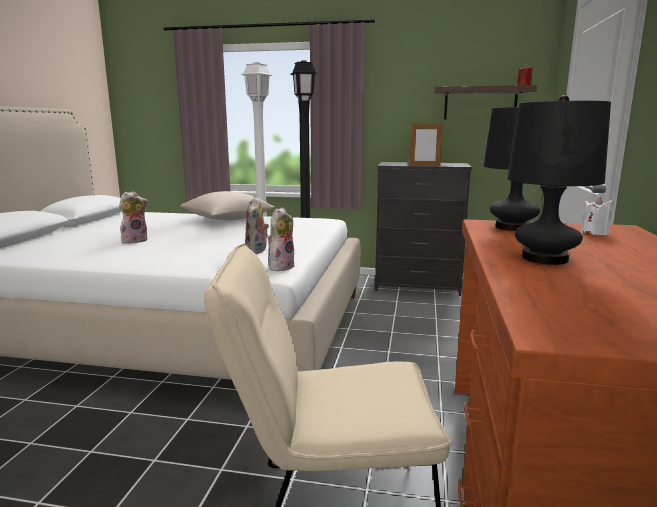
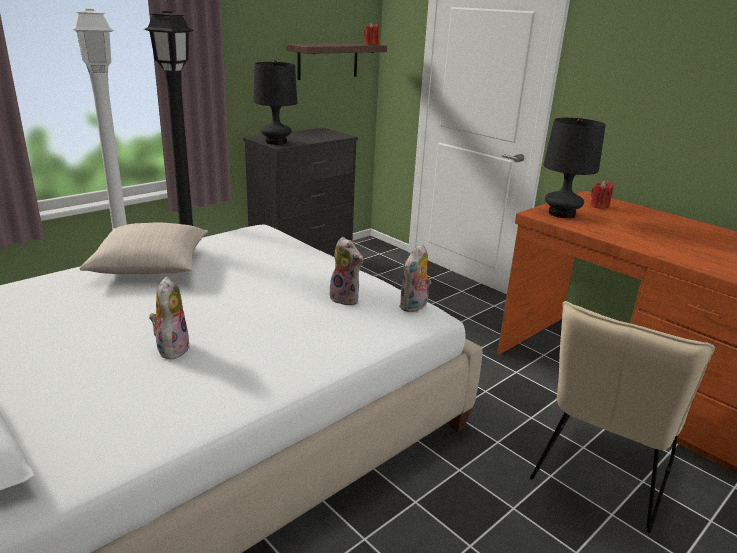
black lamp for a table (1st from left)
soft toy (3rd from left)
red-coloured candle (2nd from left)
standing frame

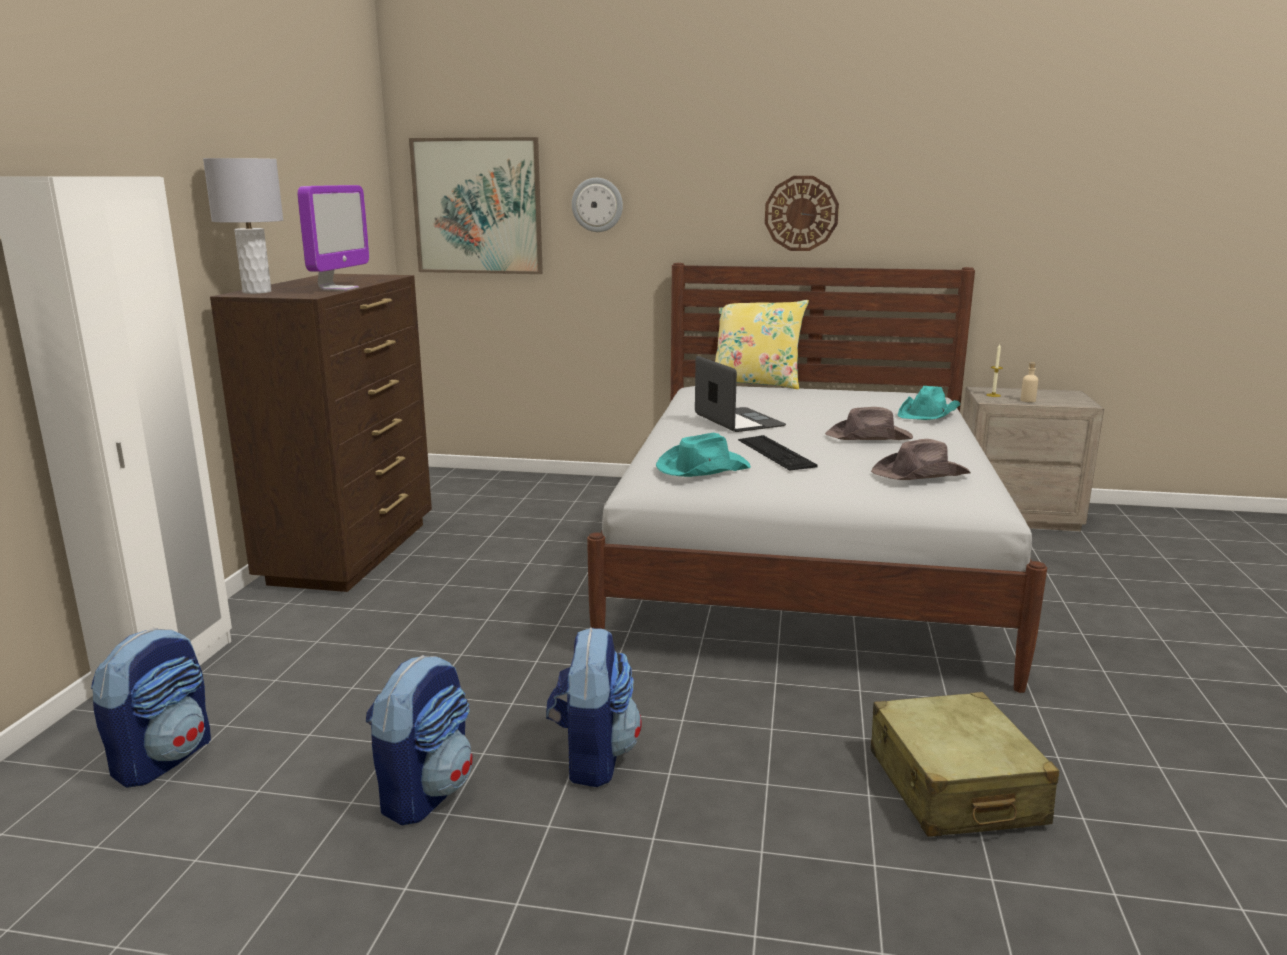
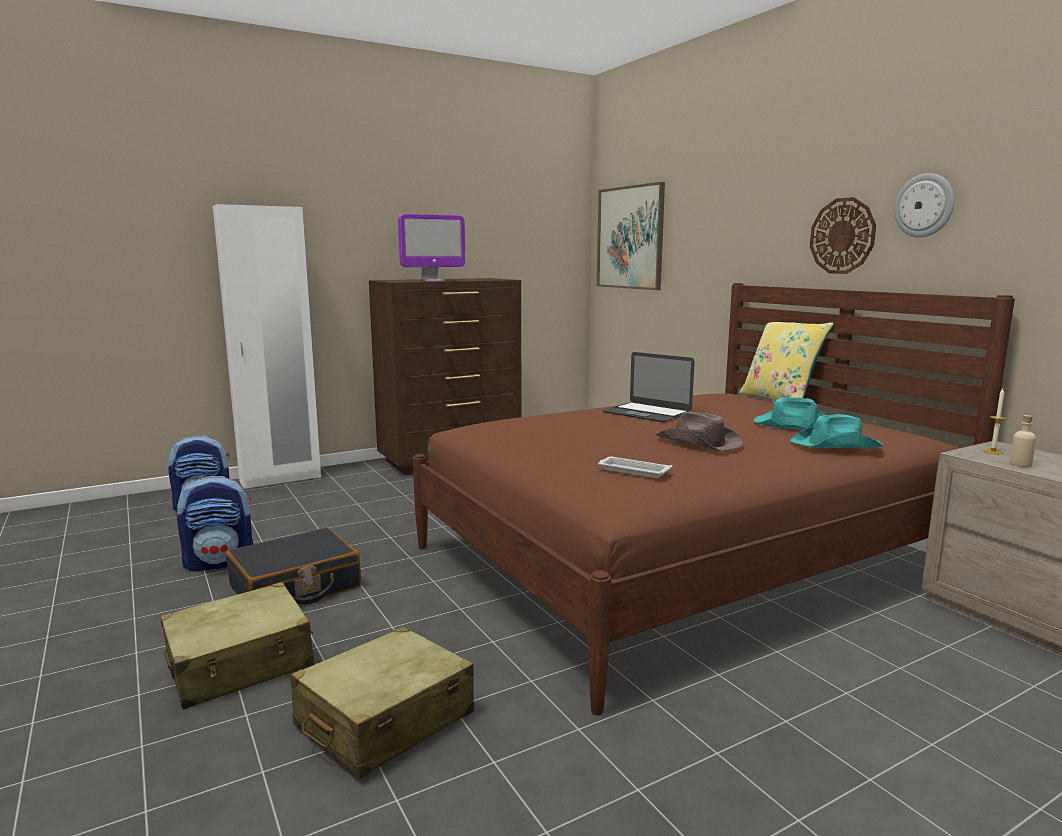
sand-coloured travel case (1st from left)
black travel case
brown-coloured bedroom bed
white-coloured carrying tray
notebook computer
turquoise-coloured wearable hat (1st from left)
wall clock (2nd from left)
gray lamp for a table
PC keyboard

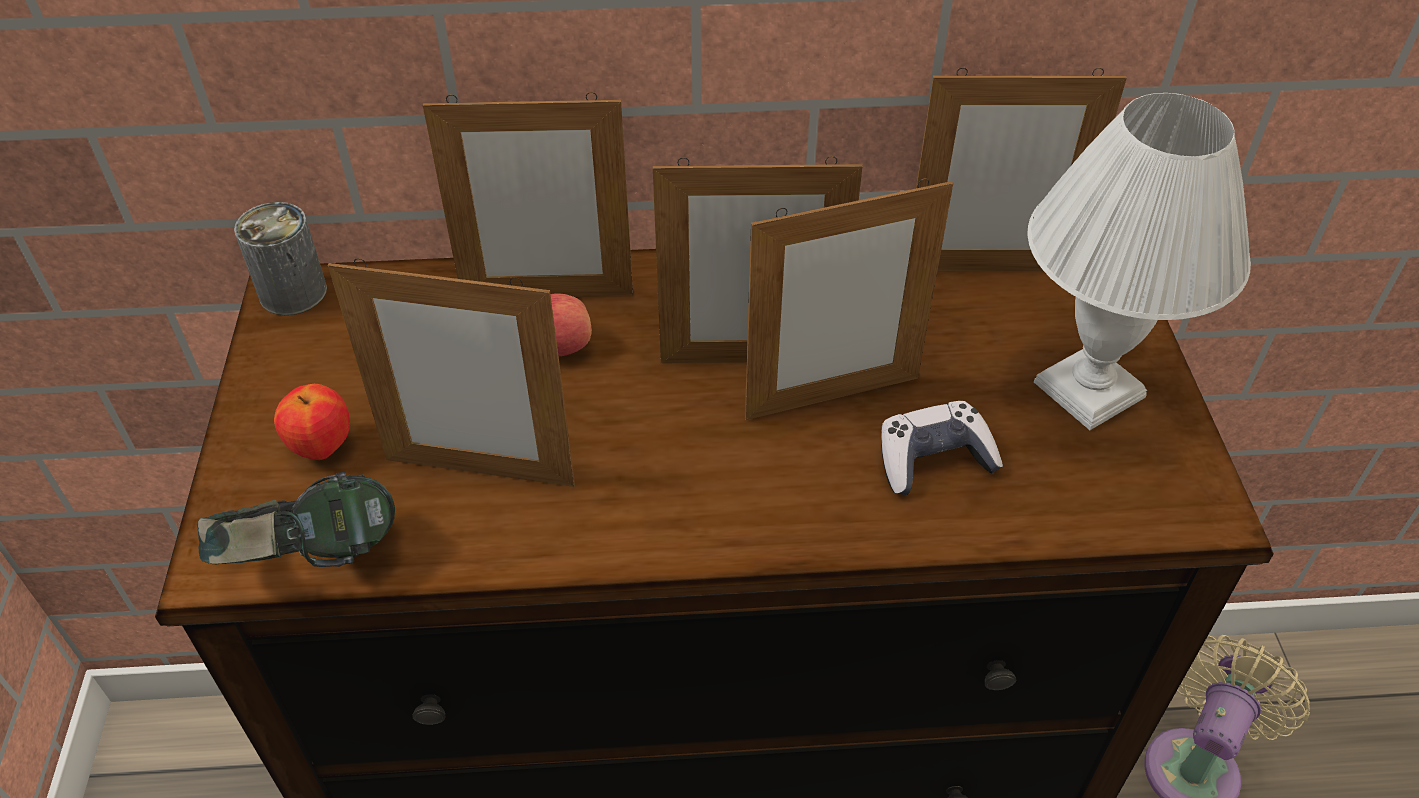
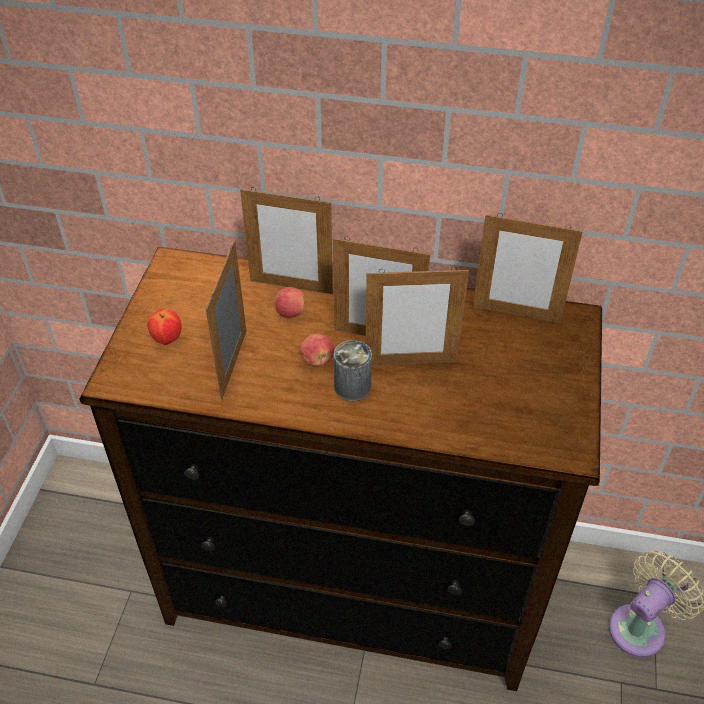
standing frame (1st from left)
apple fruit (3rd from left)
sealed can
pair of headphones
joypad
white-coloured lamp for a table

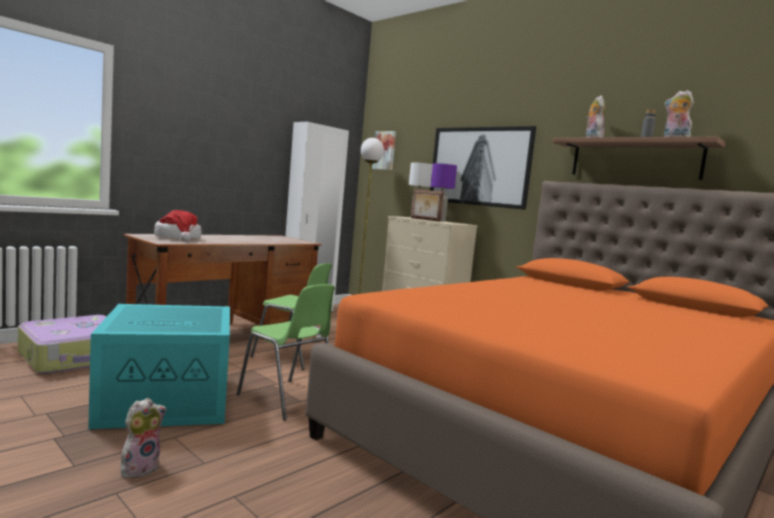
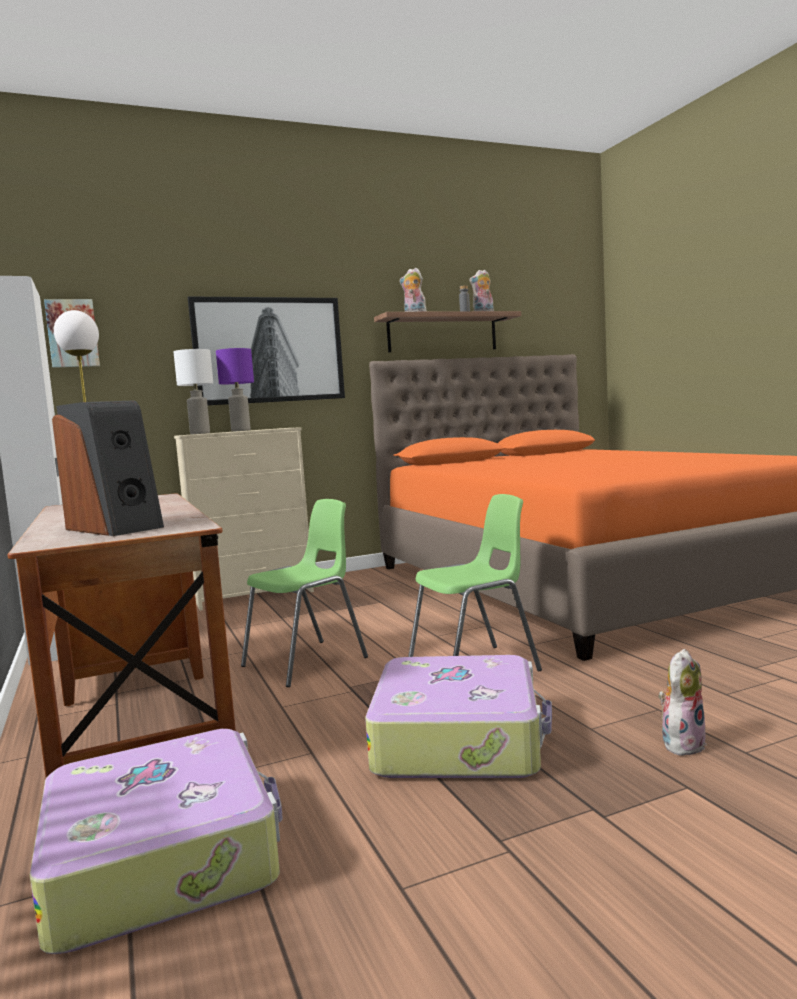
speaker
travel case (2nd from left)
soft toy (3rd from left)
standing frame

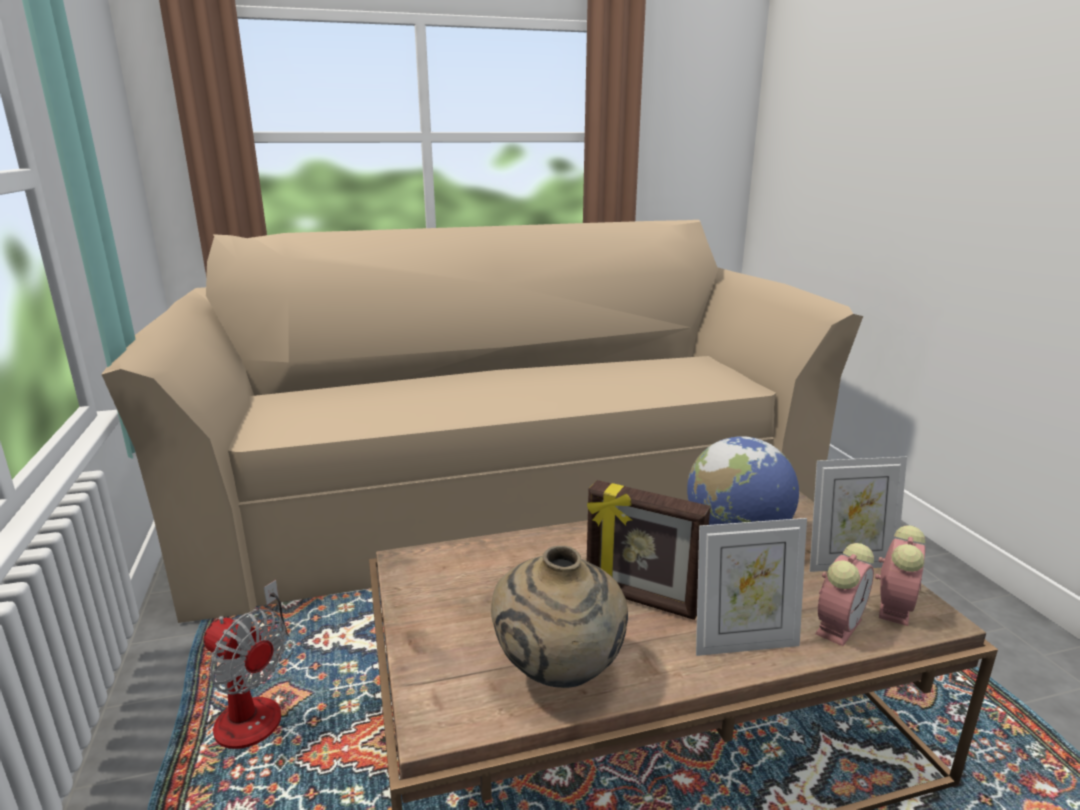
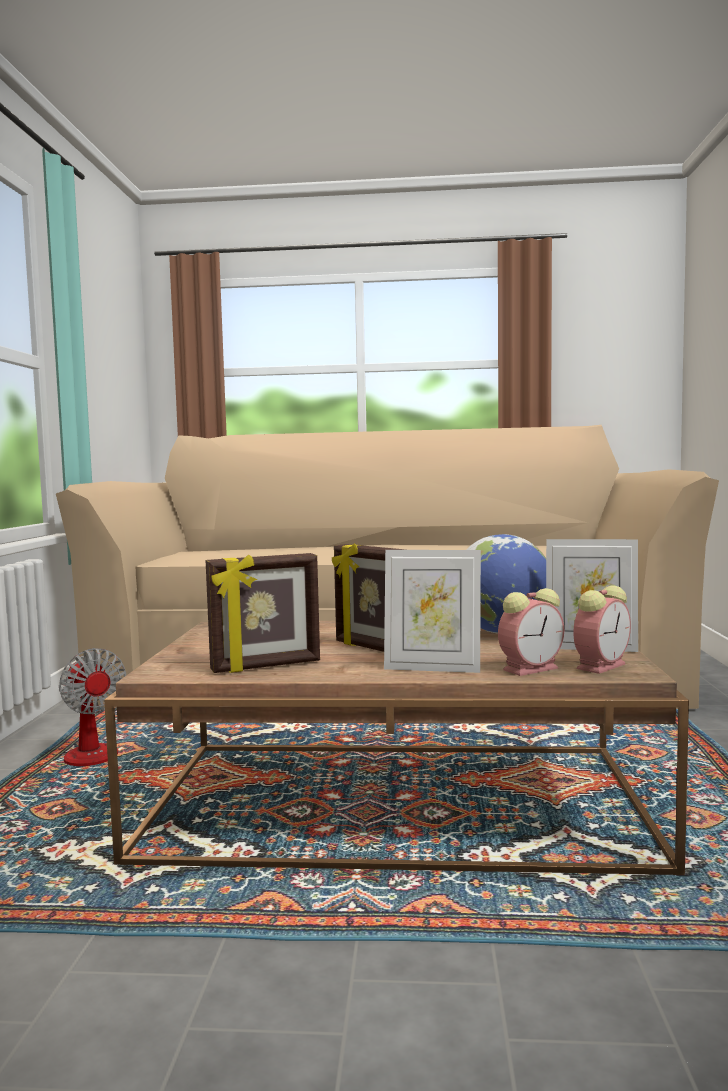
standing frame (1st from left)

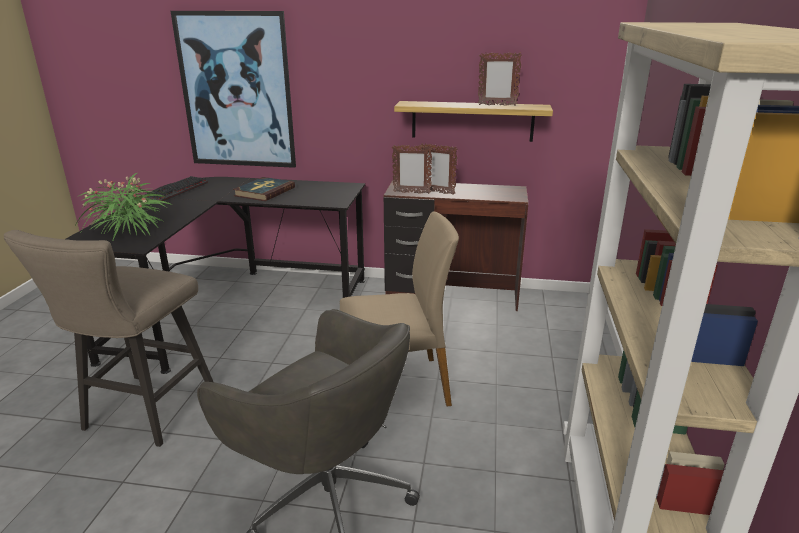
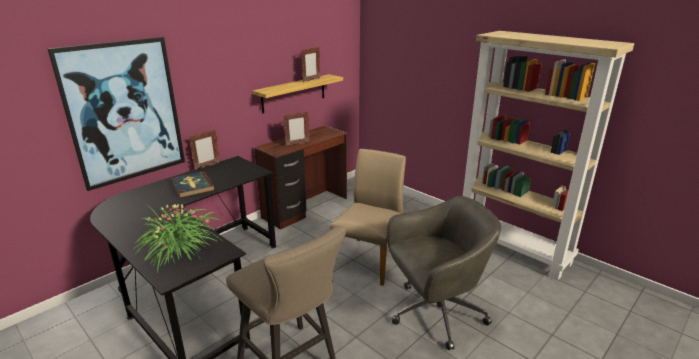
standing frame (1st from left)
PC keyboard

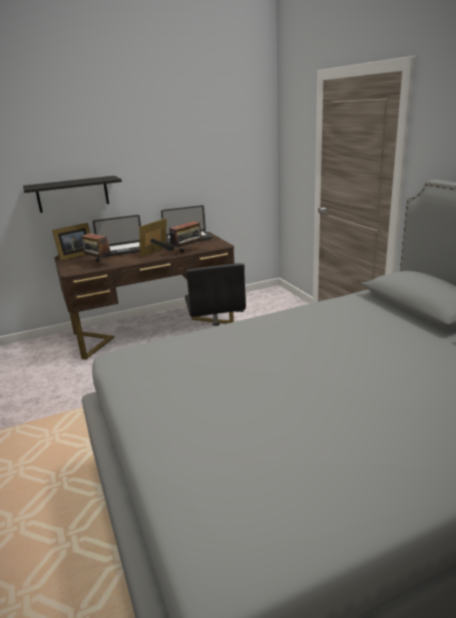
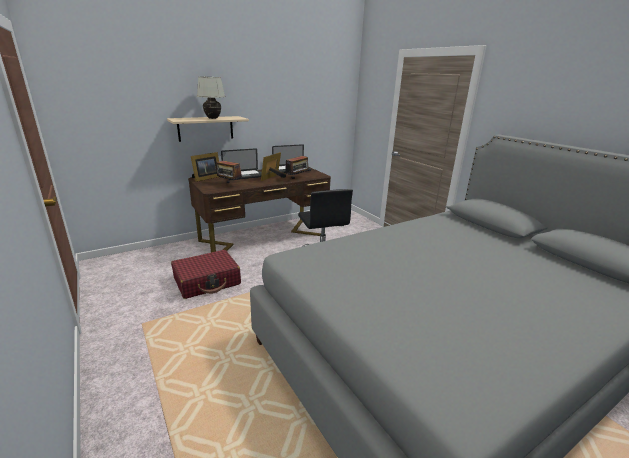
sand-coloured wall shelf
red-coloured travel case
white-coloured lamp for a table

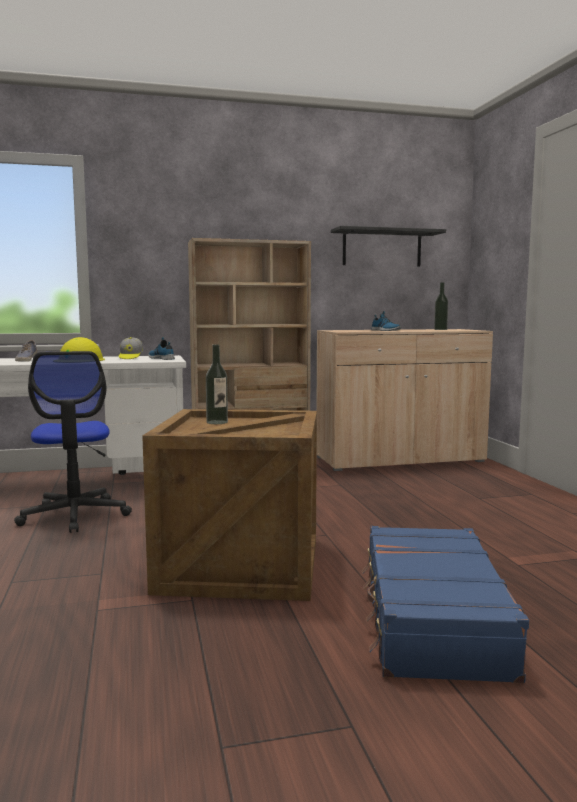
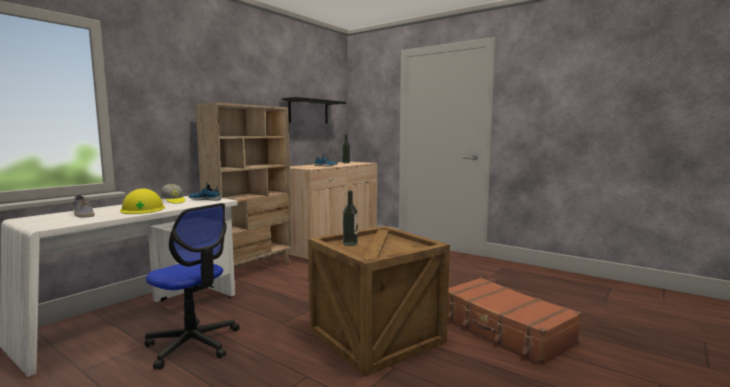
brown-coloured travel case

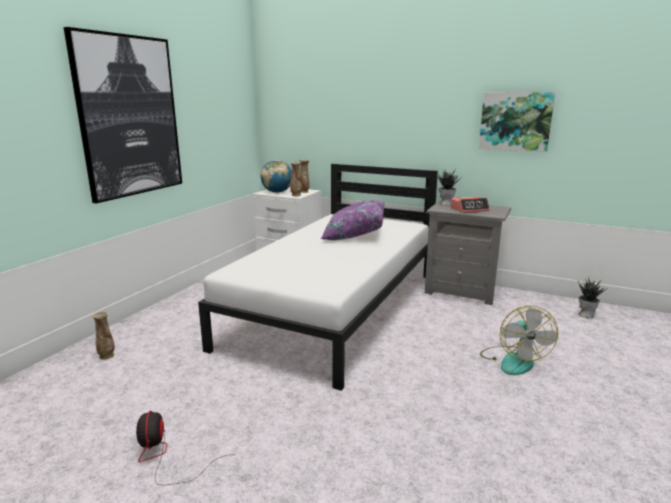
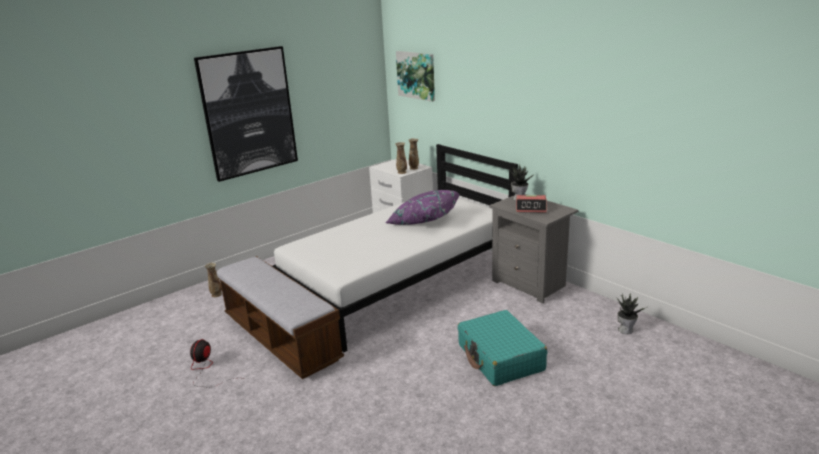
indoor bench
wall picture (2nd from left)
turquoise-coloured travel case
world globe

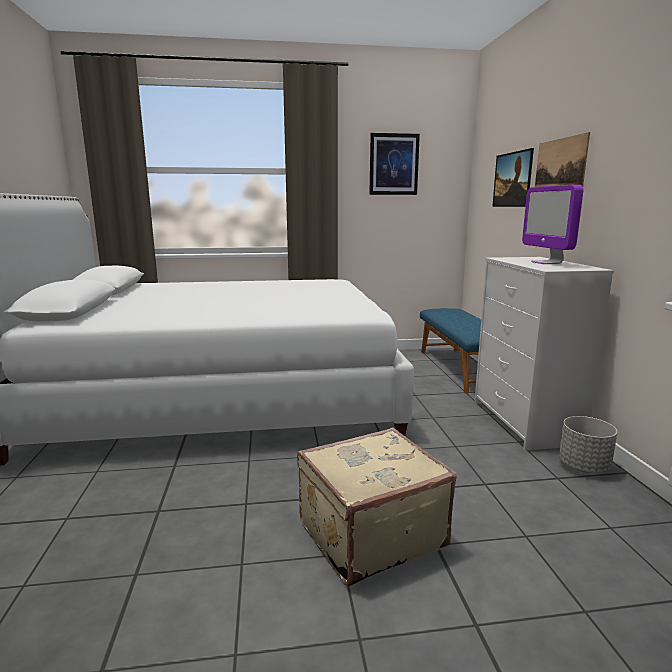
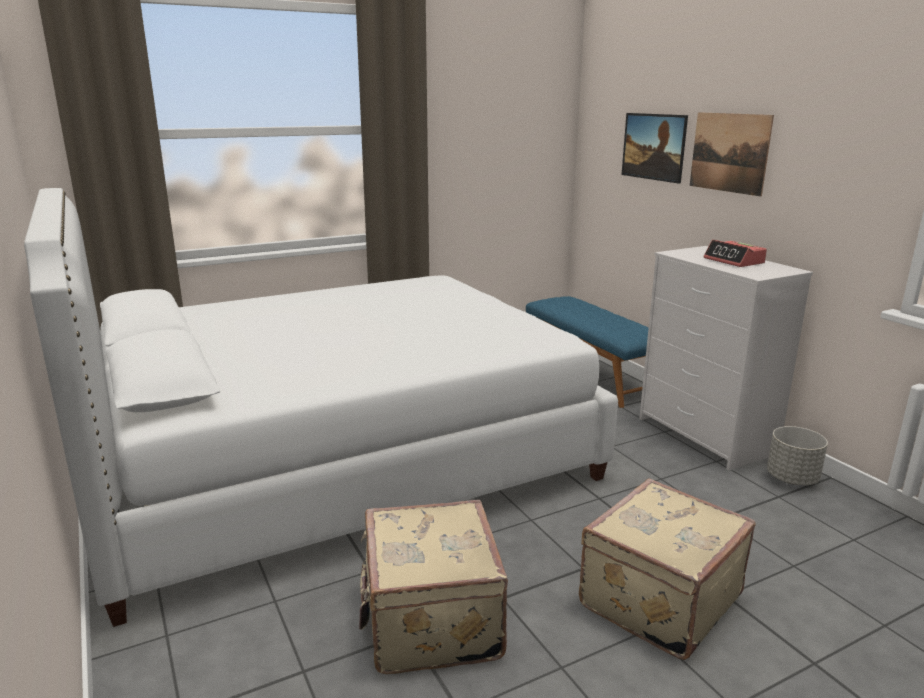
sand-coloured travel case (1st from left)
table clock
wall picture (1st from left in the first image)

